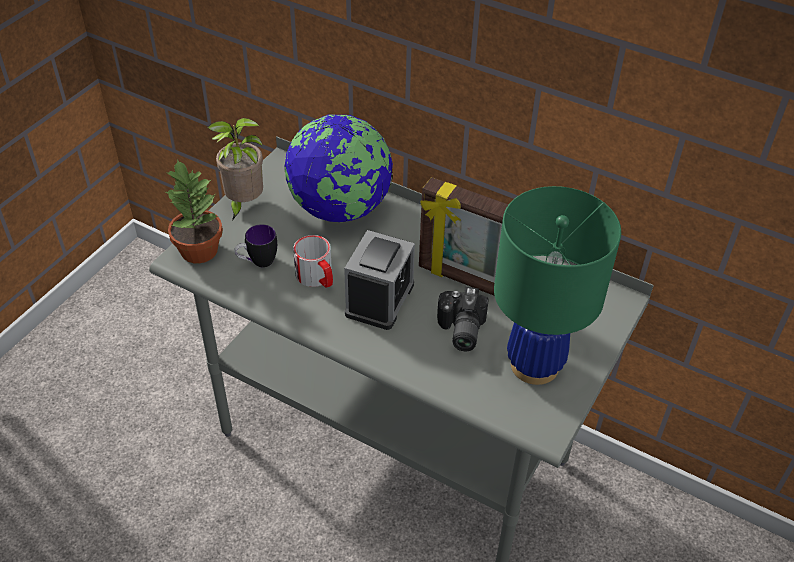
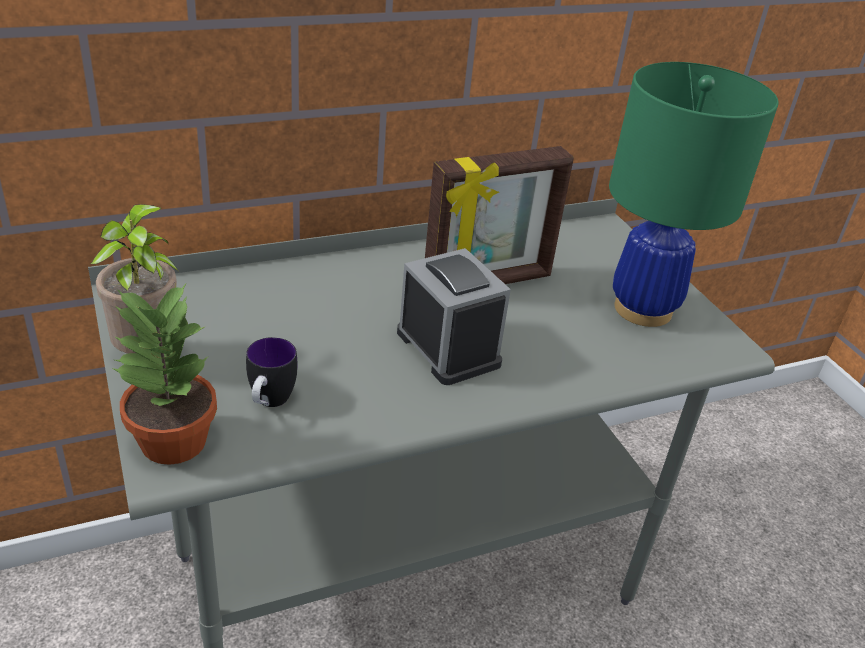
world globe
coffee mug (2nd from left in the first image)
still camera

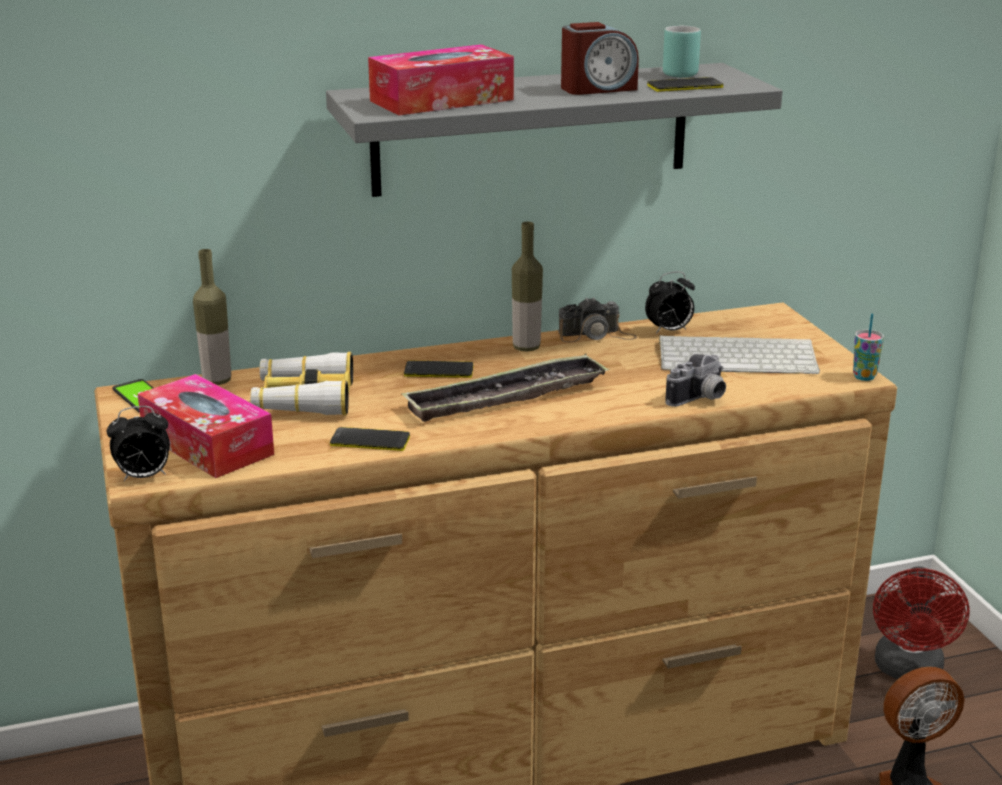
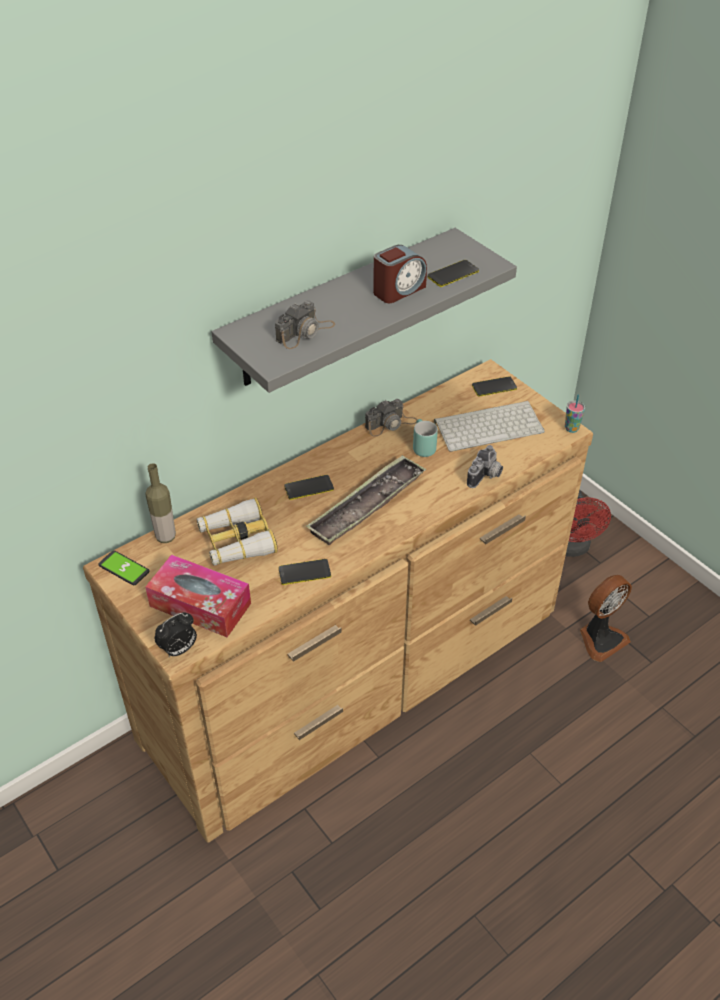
still camera (1st from left)
turquoise-coloured coffee mug
phone (5th from left)
bottle (2nd from left in the first image)
table clock (3rd from left in the first image)

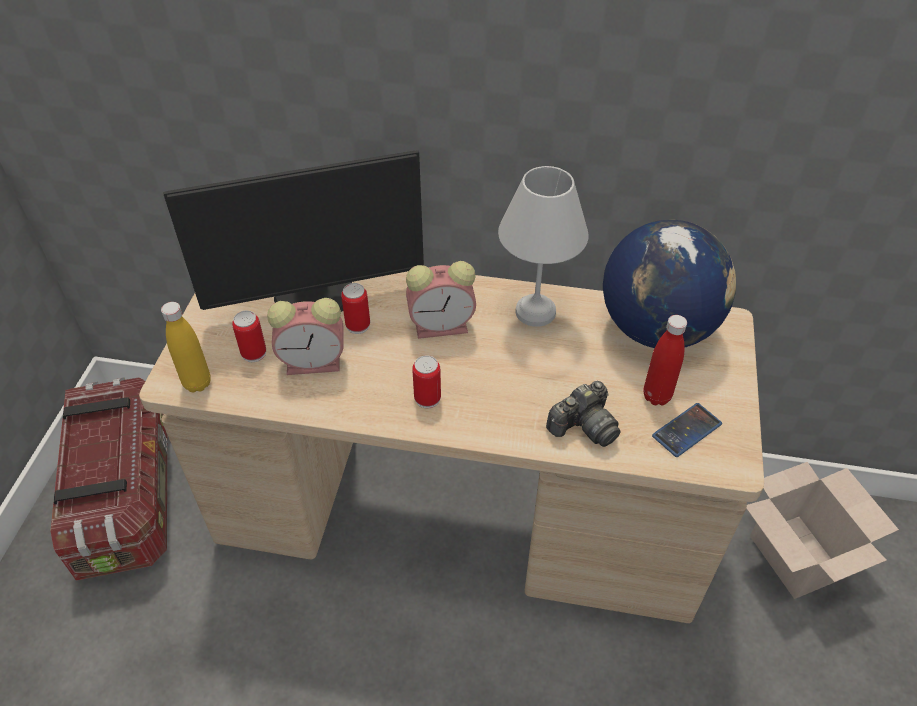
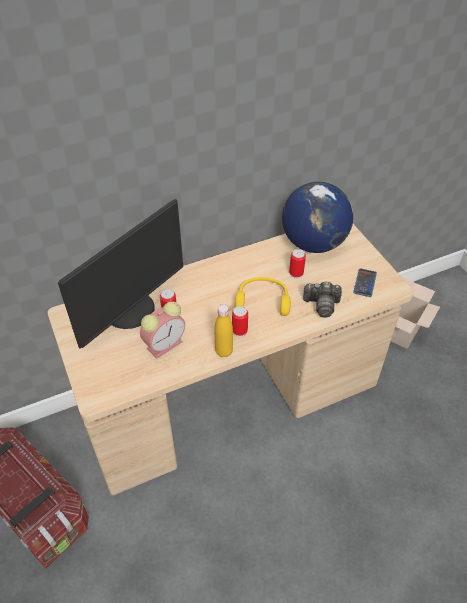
yellow-coloured bottle
yellow-coloured pair of headphones
sealed can (3rd from left)
still camera
table clock (2nd from left in the first image)
white-coloured lamp for a table
red-coloured bottle

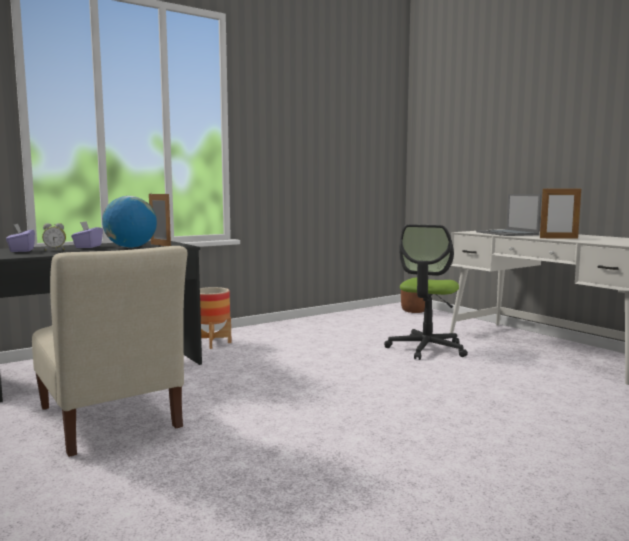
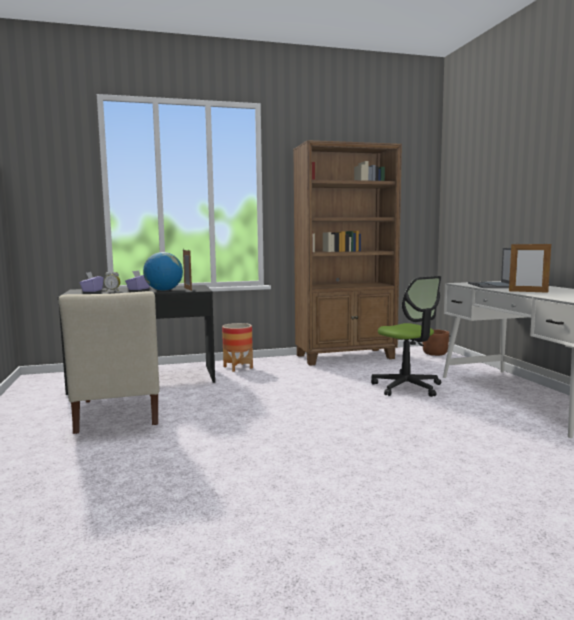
brown-coloured bookshelf
computer chair

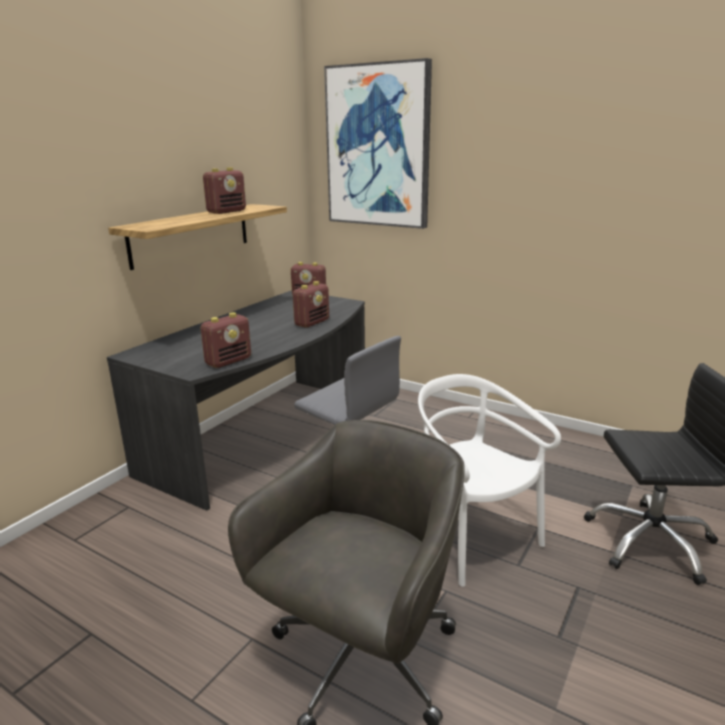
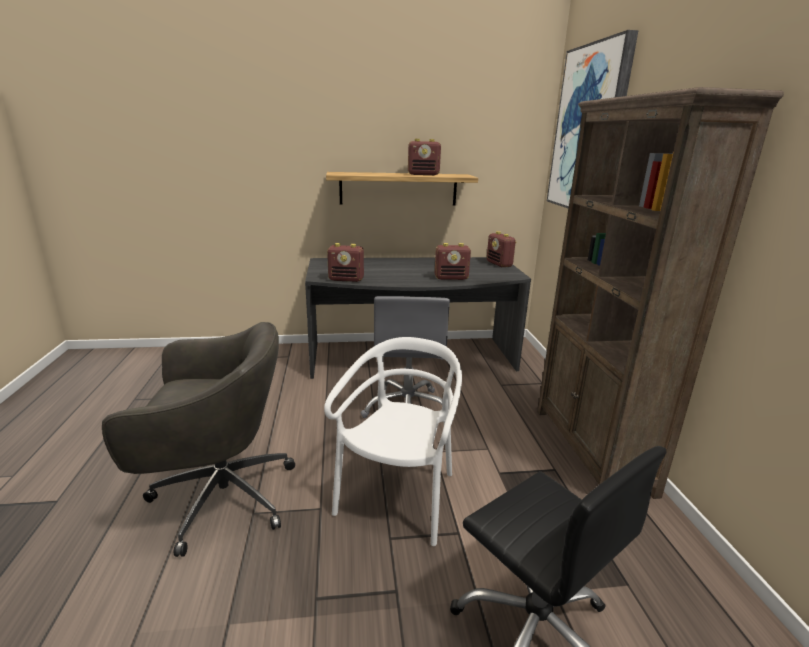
brown-coloured bookshelf

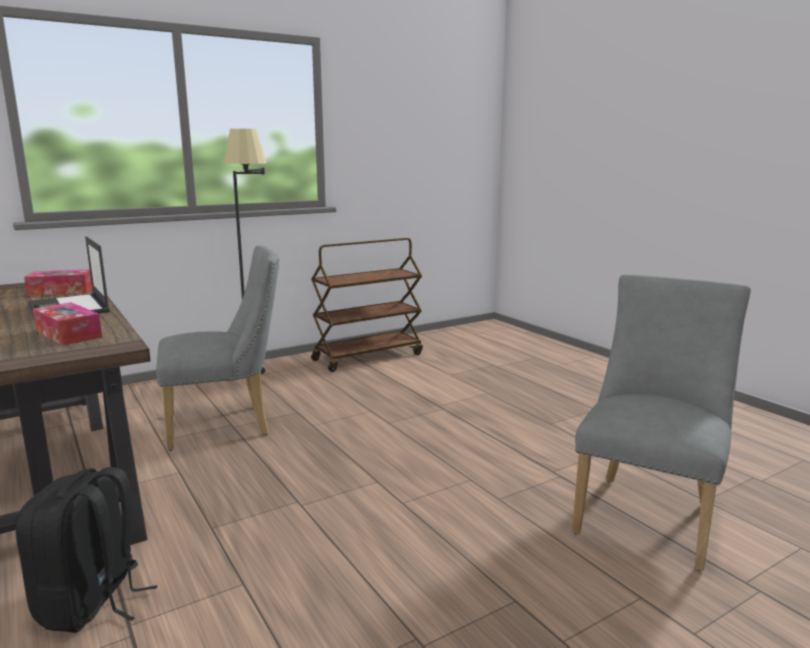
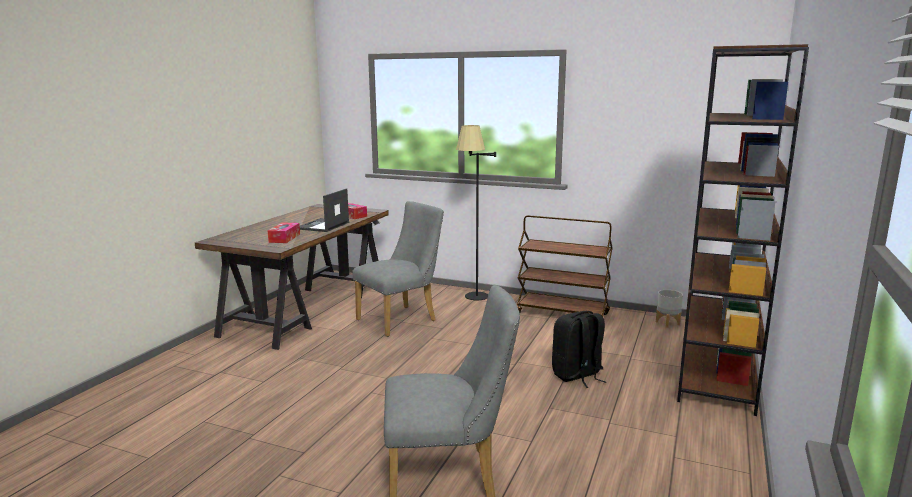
gray chair (1st from left)
black rucksack
gray flower pot
brown-coloured bookshelf

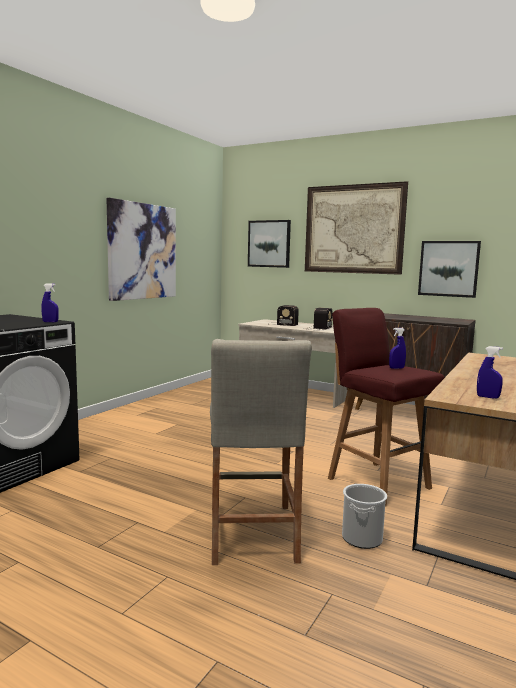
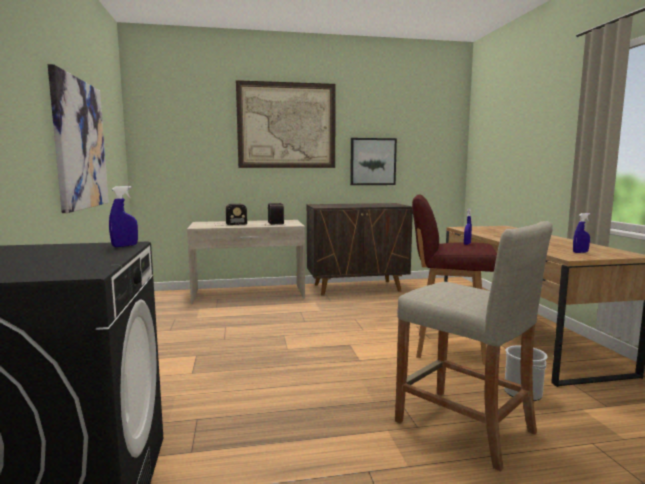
wall picture (2nd from left in the first image)

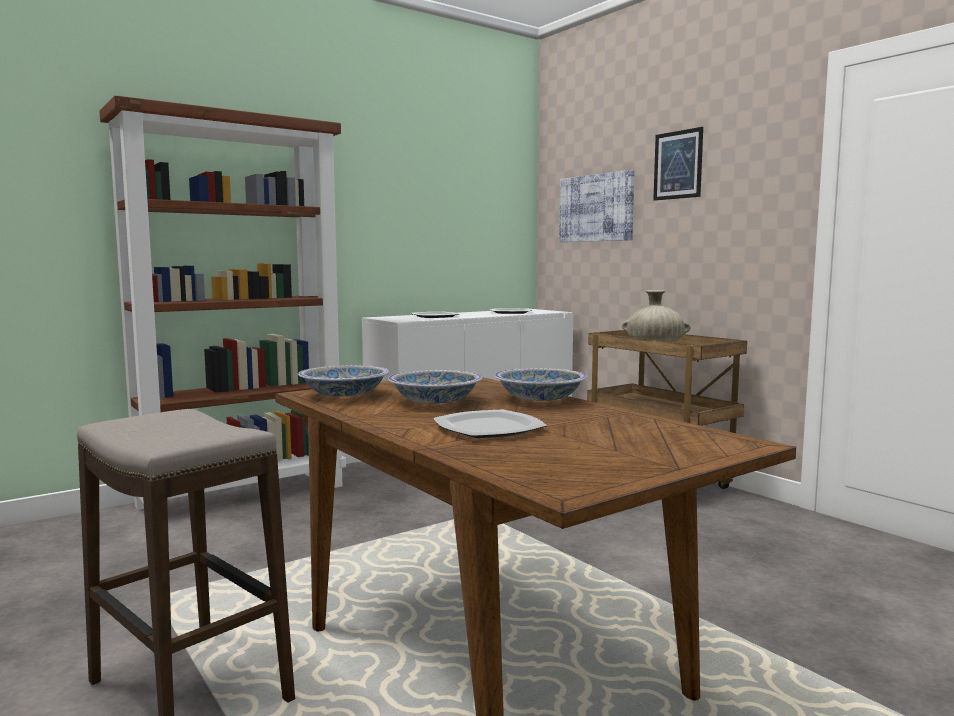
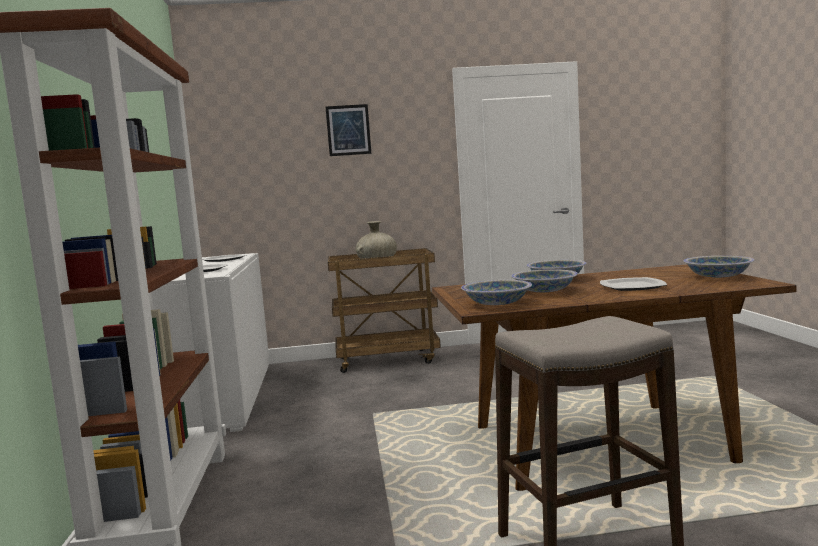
serving bowl (4th from left)
wall picture (1st from left in the first image)

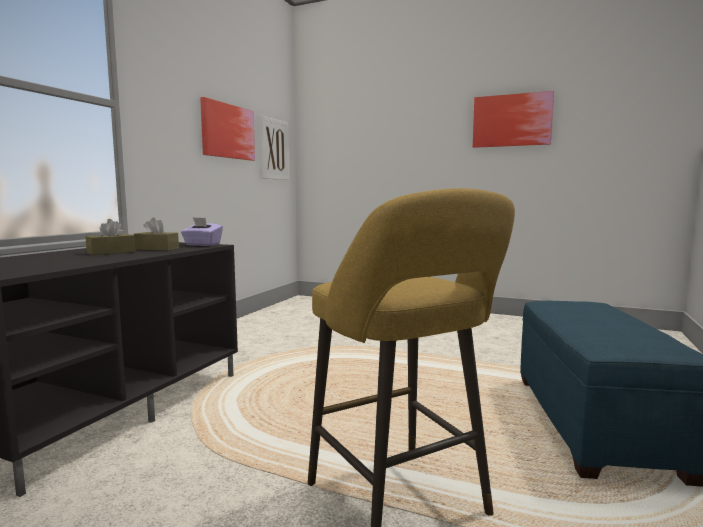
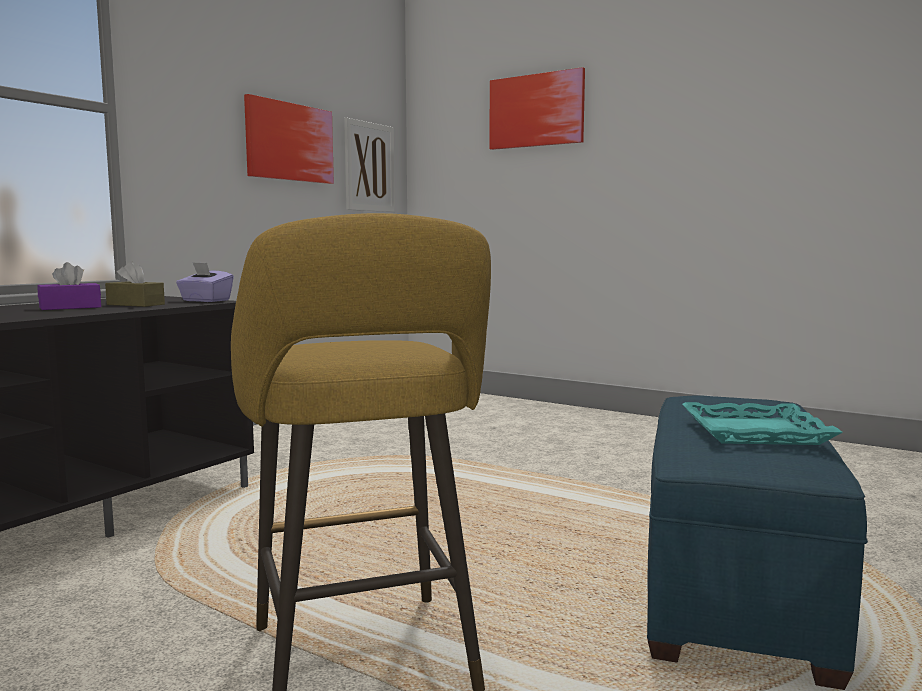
purple box of tissues (1st from left)
wall picture (3rd from left)
turquoise-coloured carrying tray

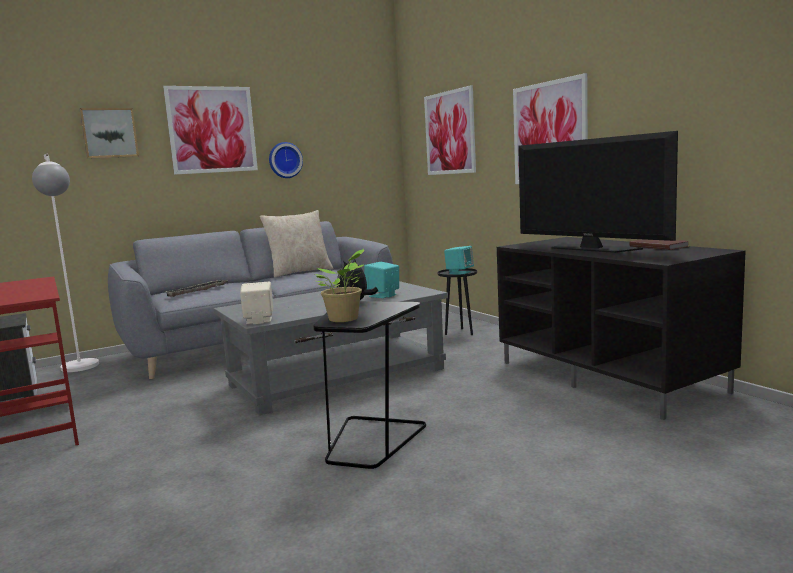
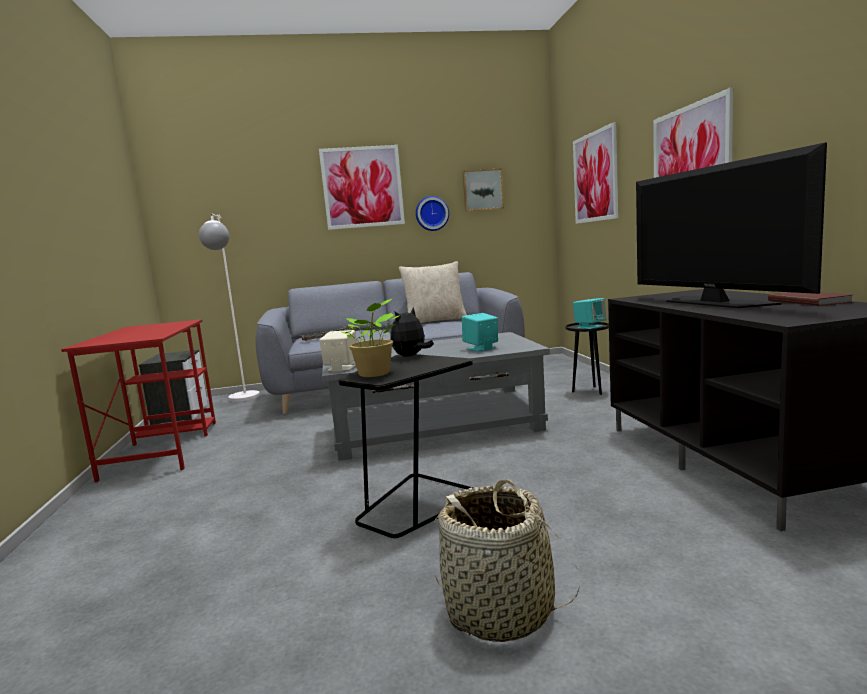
basket
wall picture (2nd from left)

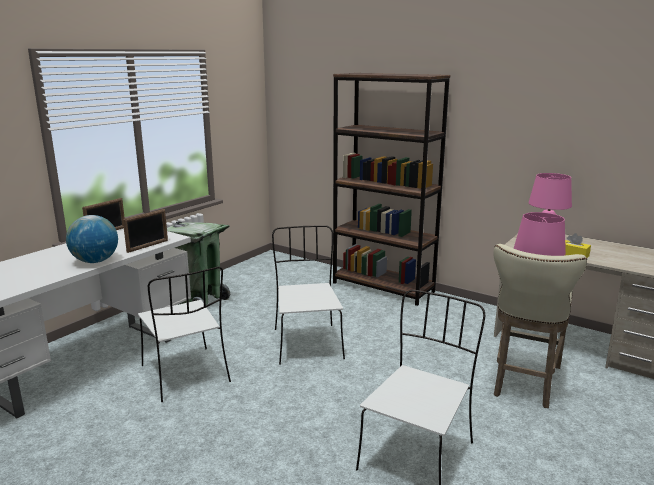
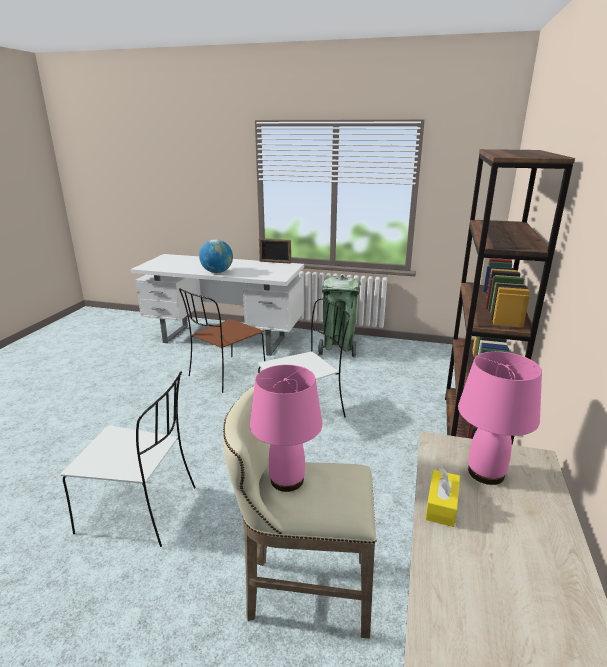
brown-coloured chair
standing frame (2nd from left in the first image)

